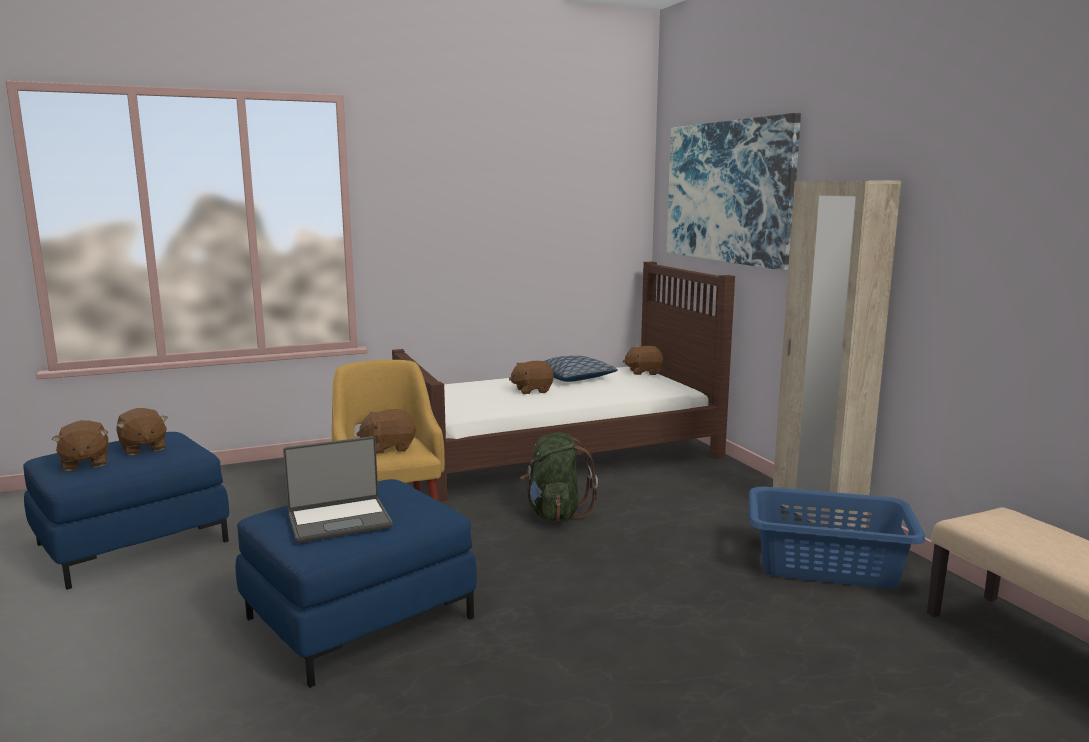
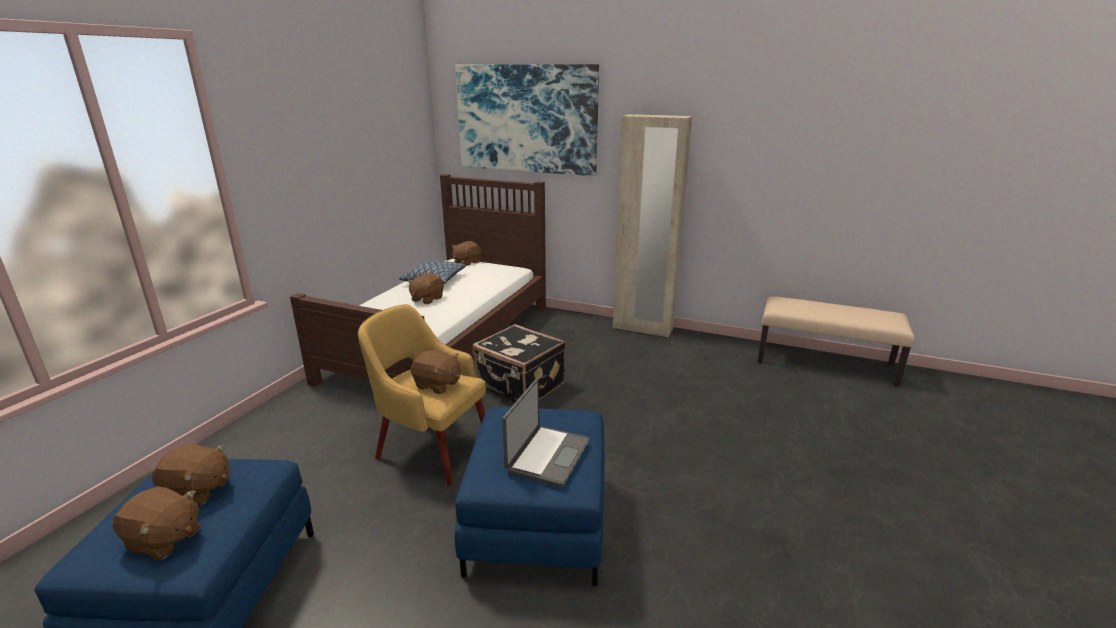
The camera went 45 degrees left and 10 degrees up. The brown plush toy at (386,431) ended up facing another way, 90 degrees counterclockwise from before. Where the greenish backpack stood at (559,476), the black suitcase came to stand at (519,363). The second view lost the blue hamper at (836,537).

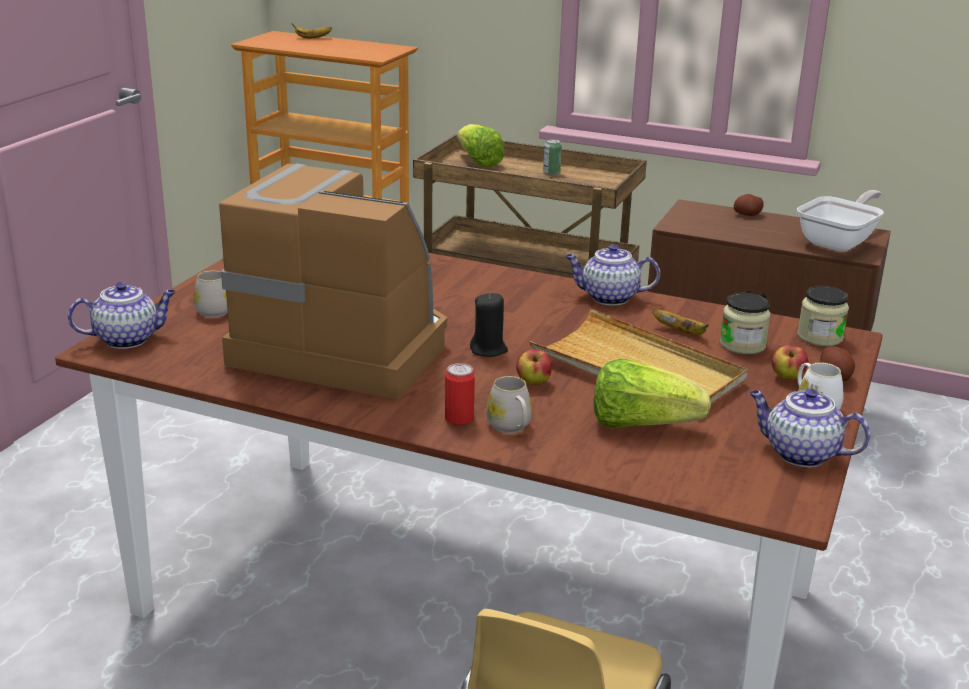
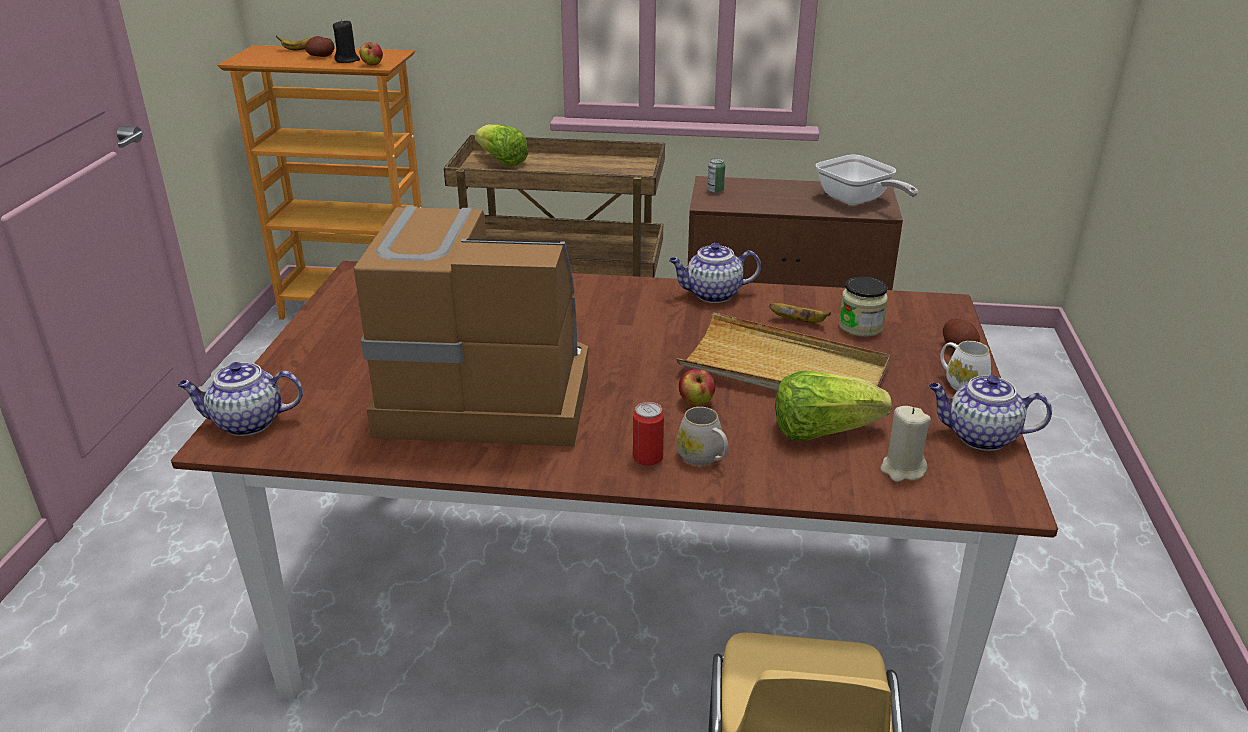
The camera went 15 degrees left and 5 degrees up. The tea pot at (122,315) ended up facing another way, 150 degrees counterclockwise from before. The second view lost the whitish coffee mug at (210,293). The black candle ended up elsewhere, having gone from (489,325) to (346,41). The can ended up elsewhere, having gone from (552,157) to (716,175). The whole potato ended up elsewhere, having gone from (749,205) to (319,46). The apple ended up elsewhere, having gone from (790,362) to (371,53). The pan at (840,221) ended up facing another way, 120 degrees clockwise from before. The second view lost the preserve jar at (823,316). The second view gained the beige-coloured candle at (906,444).

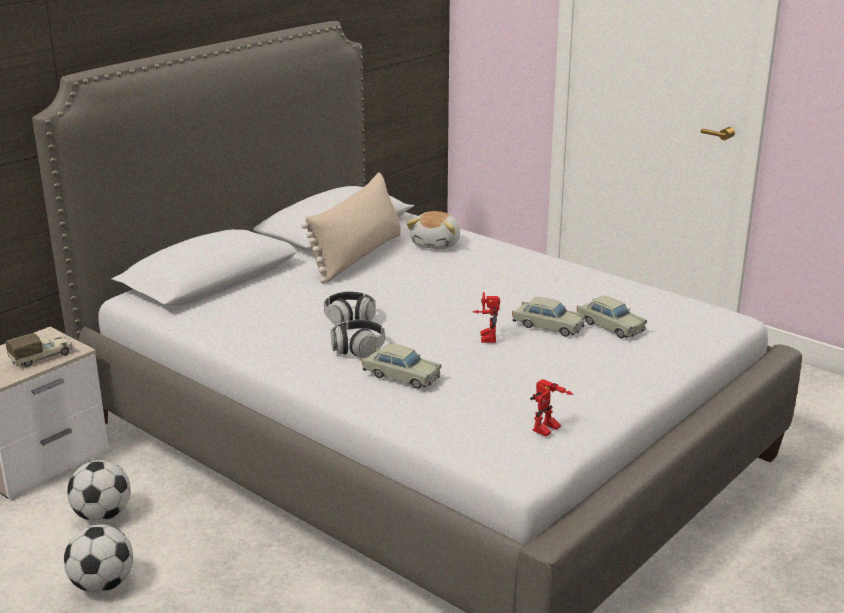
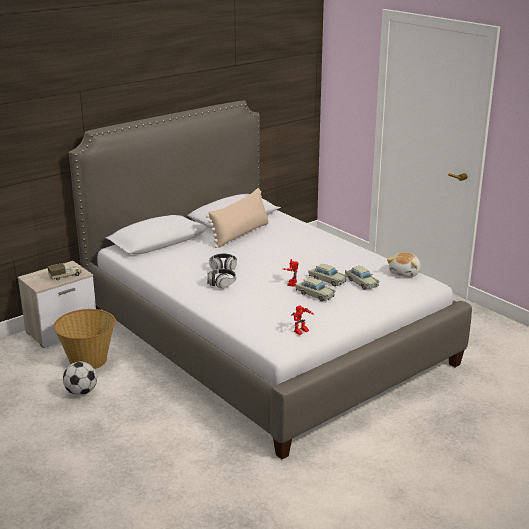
The camera went 10 degrees right and 0 degrees up. Where the football stood at (99,491), the basket came to stand at (84,339). The beige-coloured miniature car ended up elsewhere, having gone from (401,366) to (315,289). The plush toy ended up elsewhere, having gone from (433,230) to (404,265).

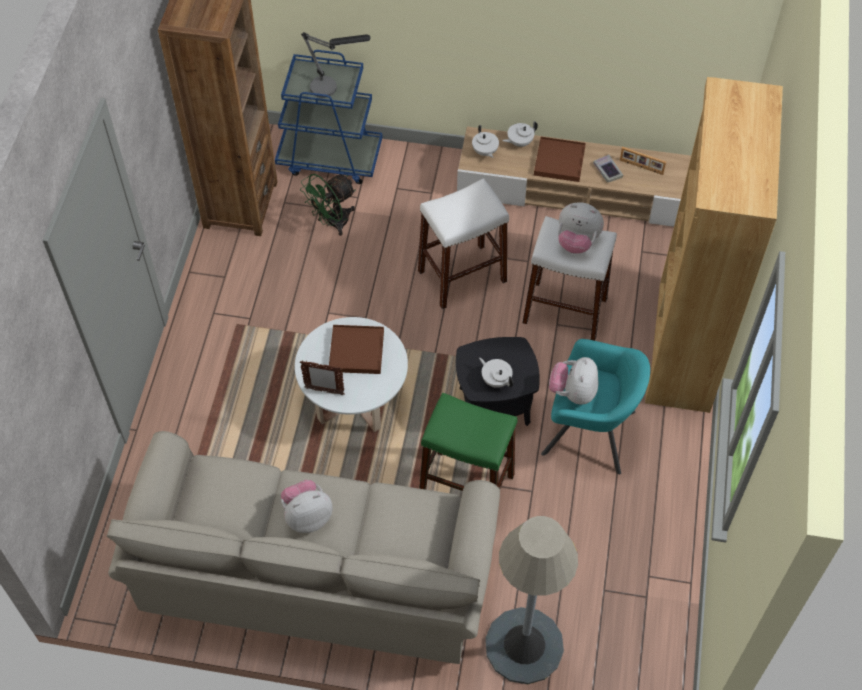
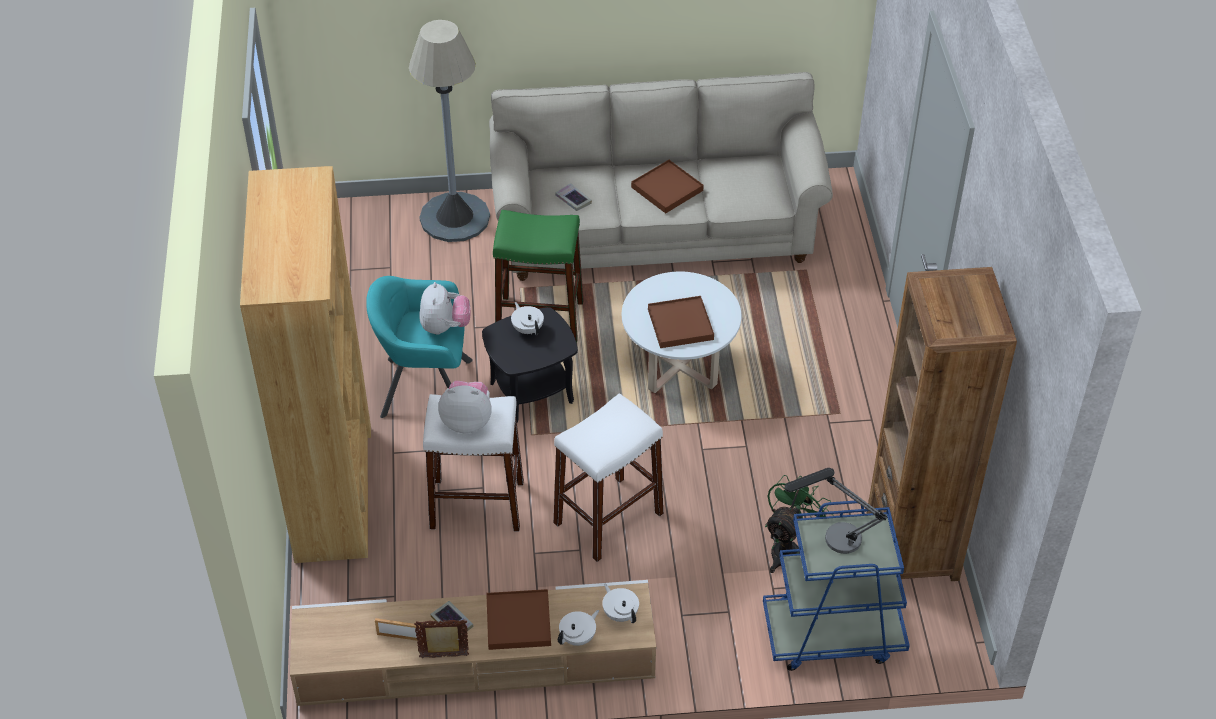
The camera went 165 degrees right and 10 degrees down. Where the plush toy stood at (307,506), the brown tray came to stand at (667,186). The standing frame ended up elsewhere, having gone from (322,378) to (441,639). The whitish tea pot at (496,373) ended up facing another way, 150 degrees counterclockwise from before. The second view gained the book at (573,197).

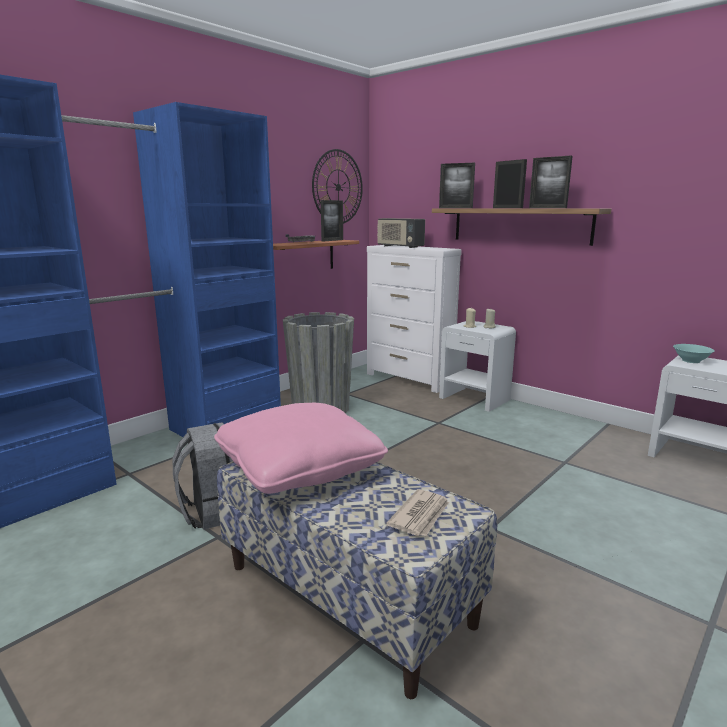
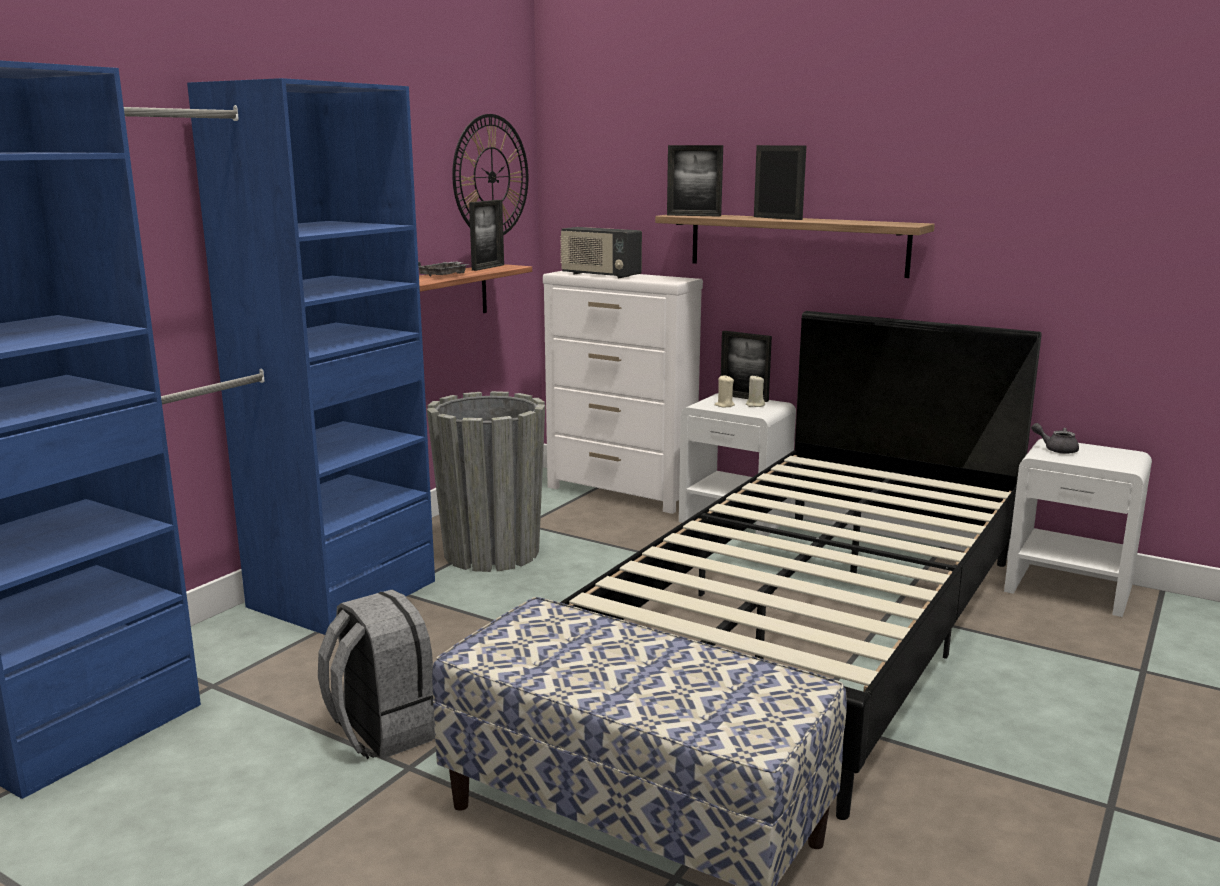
The camera went 10 degrees left and 0 degrees up. The second view lost the pinkish throw pillow at (301,448). The second view lost the printed paper at (417,512). The standing frame ended up elsewhere, having gone from (551,182) to (746,366). Where the turquoise serving bowl stood at (694,353), the gray tea pot came to stand at (1055,438). The second view gained the black bedroom bed at (801,565).

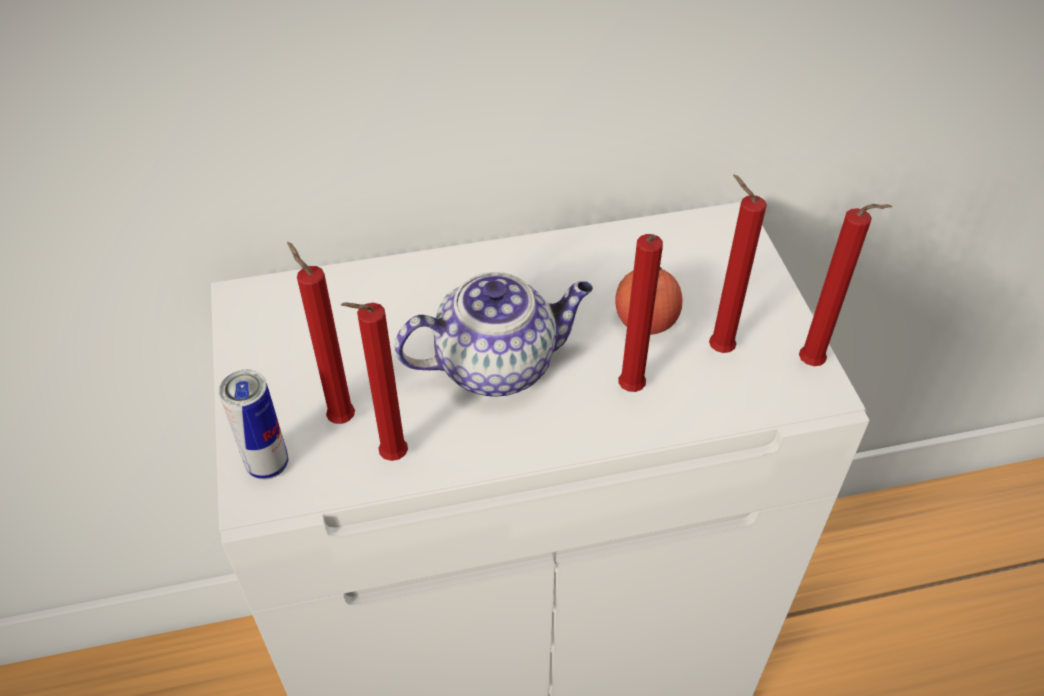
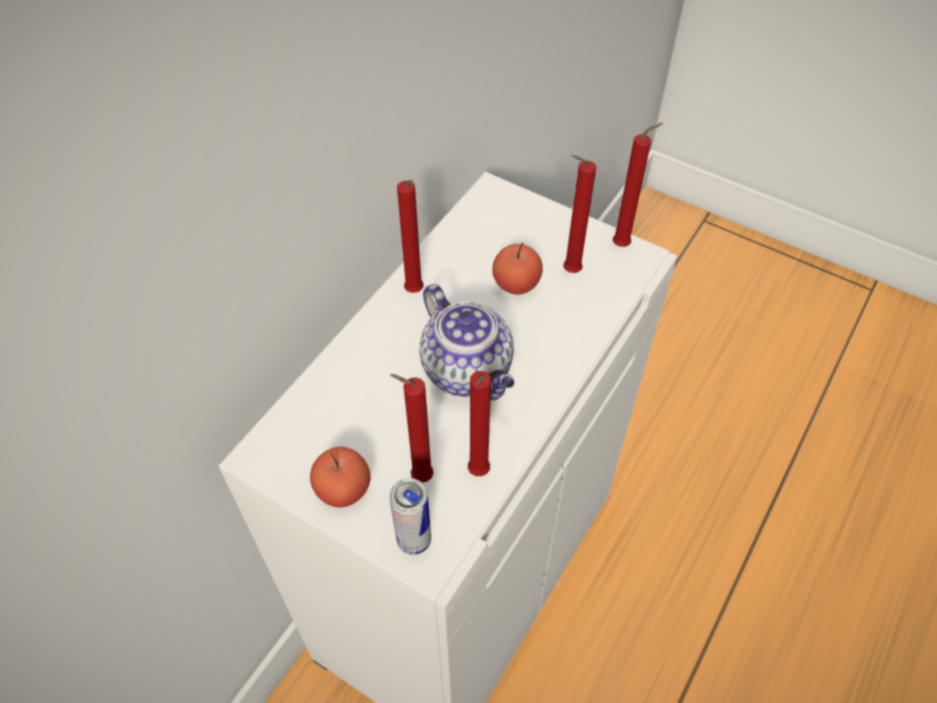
The camera went 45 degrees left and 5 degrees up. The tea pot at (494,334) ended up facing another way, 120 degrees clockwise from before. The red candle ended up elsewhere, having gone from (640,313) to (410,236). The second view gained the apple at (340,477).

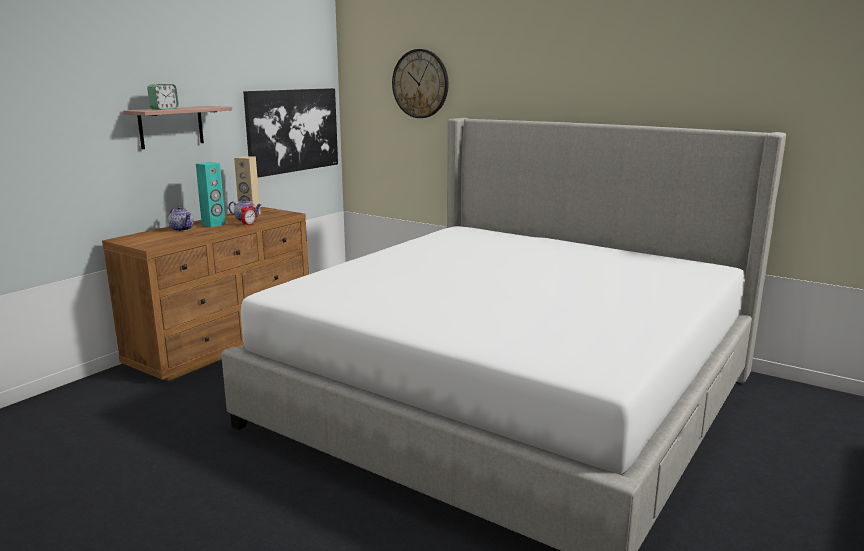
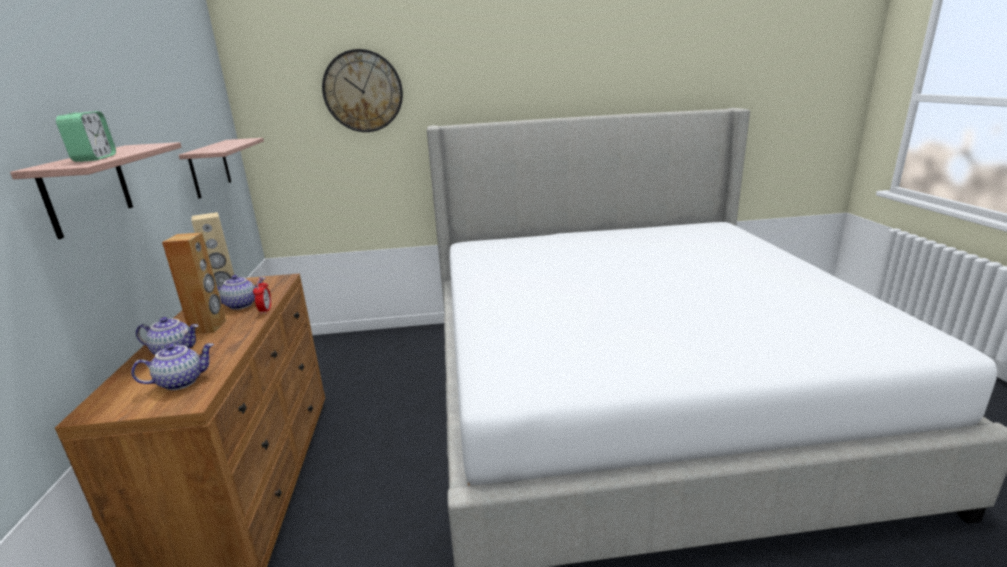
The camera went 40 degrees left and 5 degrees up. What was the turquoise loudspeaker at (211,194) turned into the brown loudspeaker at (194,283). Where the wall picture hung at (290,132), the wall shelf came to hang at (221,168). The second view gained the tea pot at (172,366).

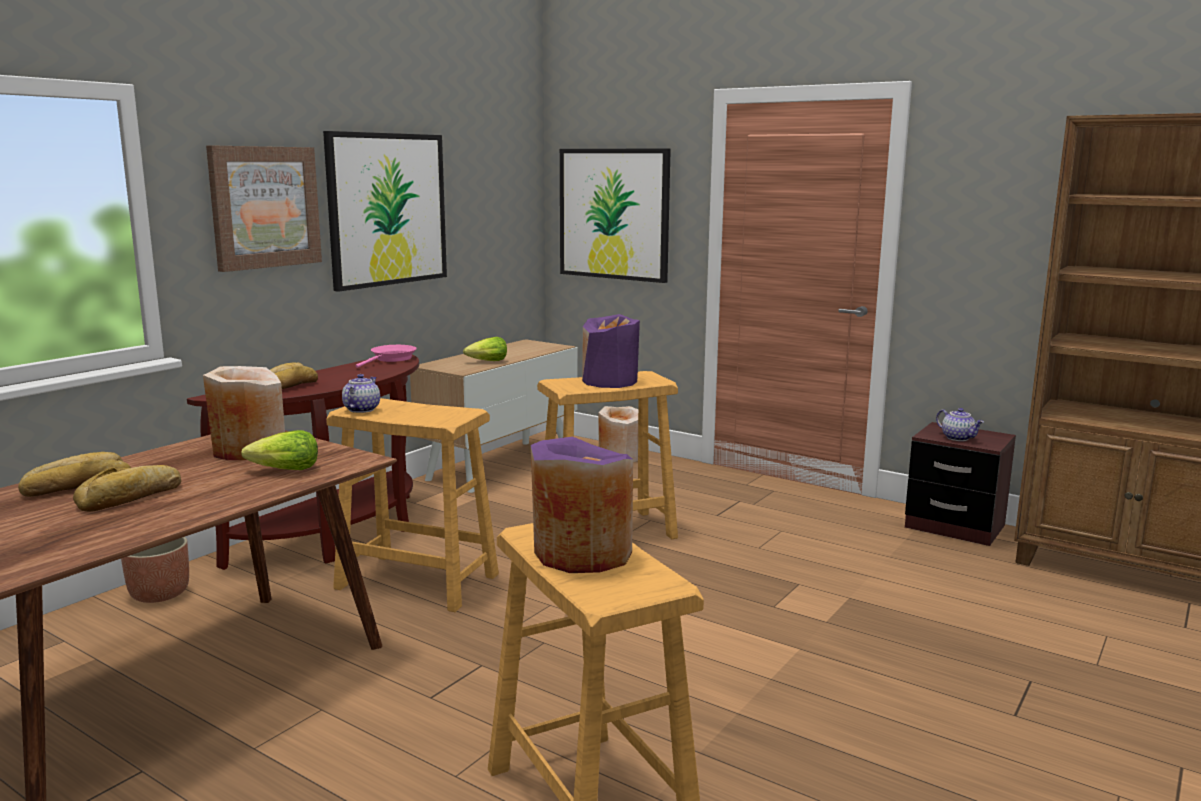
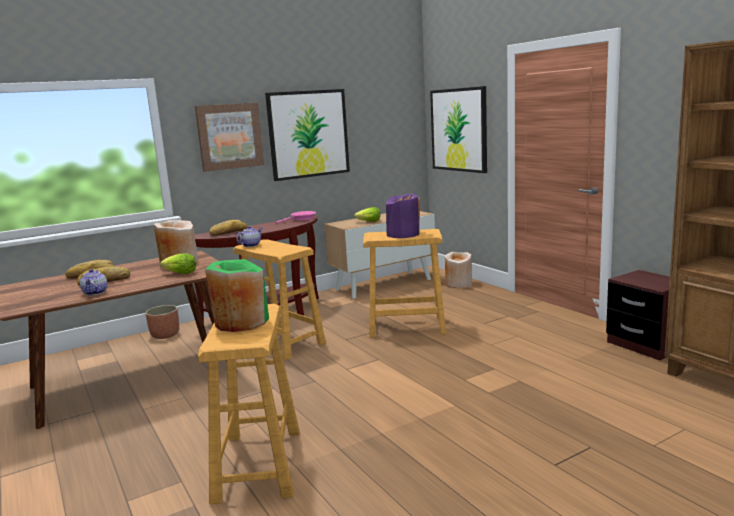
The camera went 25 degrees right and 0 degrees up. What was the purple-coloured flower vase at (582,505) turned into the greenish flower vase at (237,295). The tea pot ended up elsewhere, having gone from (960,424) to (94,282).

